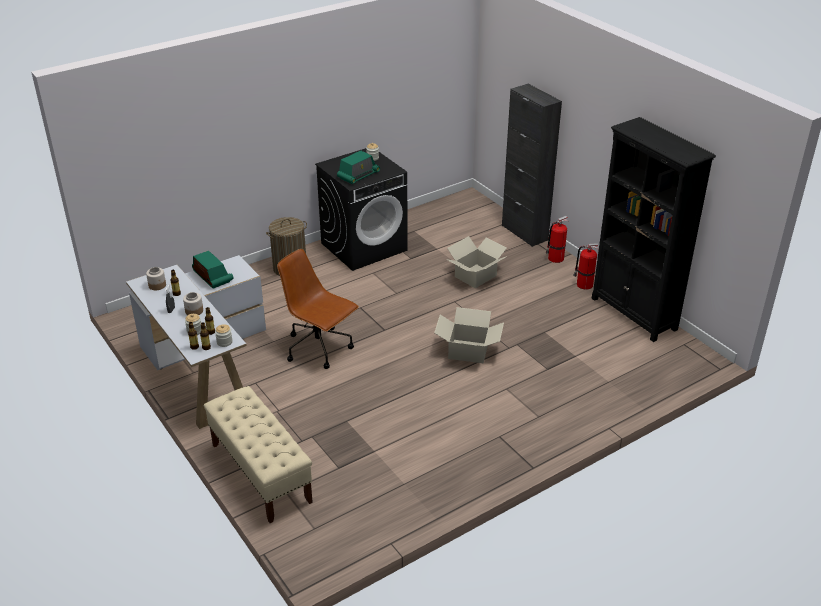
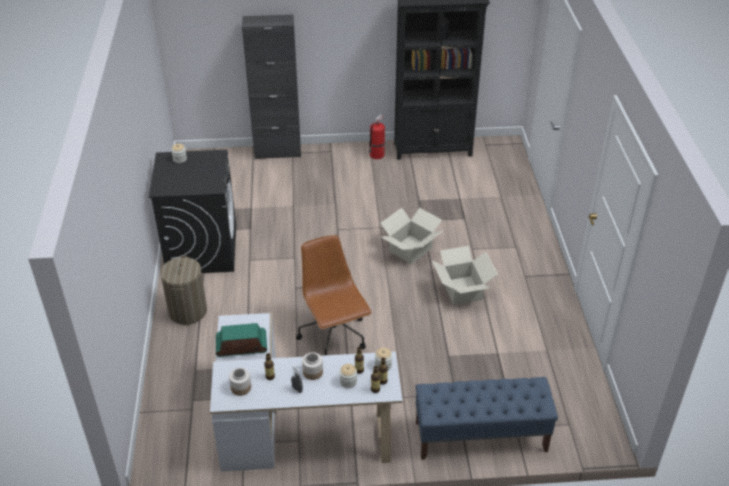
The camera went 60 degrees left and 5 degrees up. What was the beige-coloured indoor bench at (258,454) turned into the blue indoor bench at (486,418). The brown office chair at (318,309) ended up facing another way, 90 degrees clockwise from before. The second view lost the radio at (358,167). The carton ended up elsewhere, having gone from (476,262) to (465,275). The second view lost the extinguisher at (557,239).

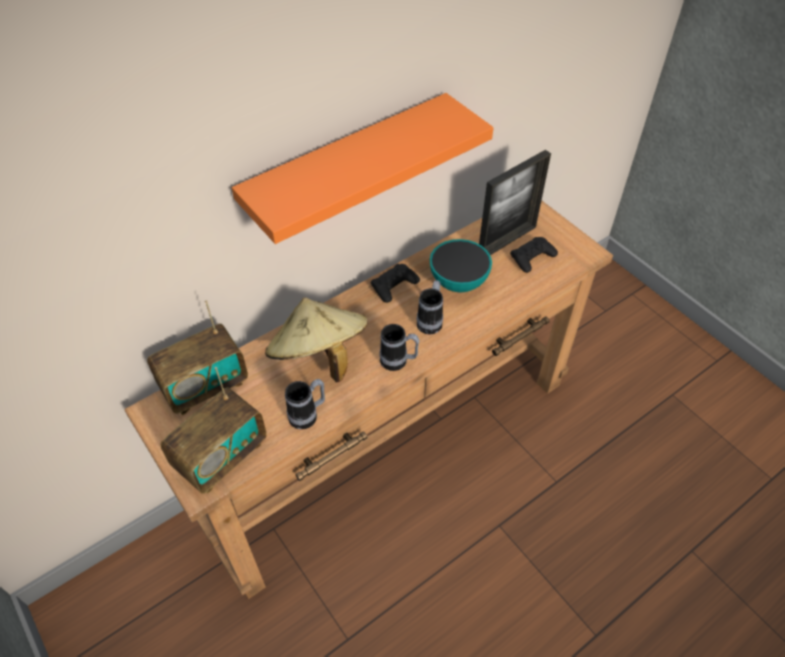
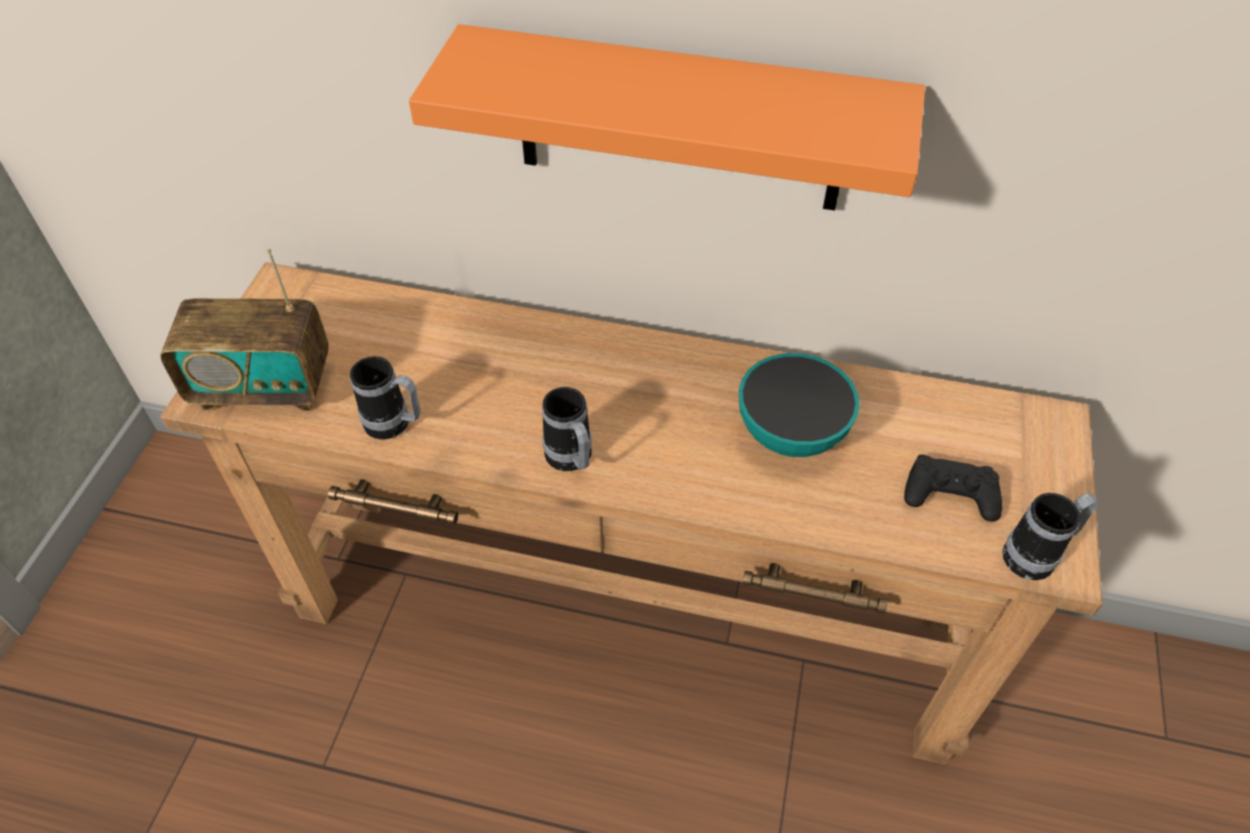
The camera went 50 degrees right and 0 degrees up. The second view lost the radio at (197,357). The second view lost the beige-coloured hat at (316,340). The second view lost the black gamepad at (395,283). The coffee mug ended up elsewhere, having gone from (430,307) to (1049,536). The second view lost the standing frame at (515,202).

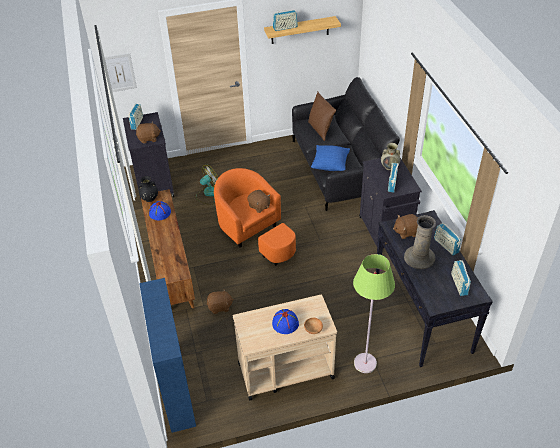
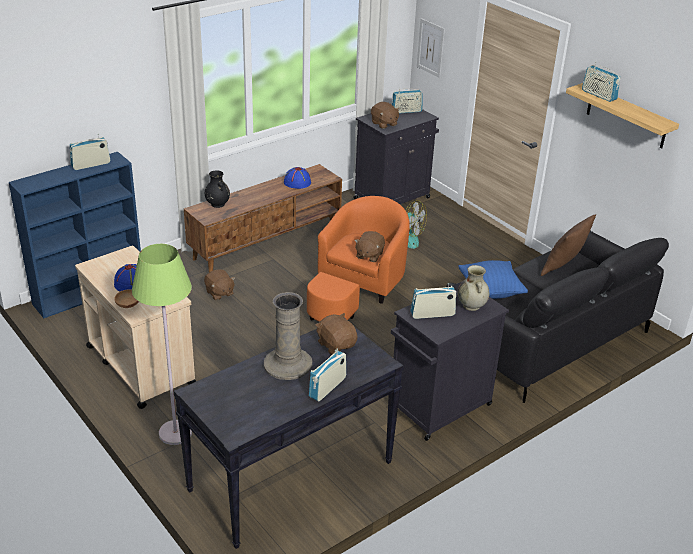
The camera went 65 degrees right and 10 degrees down. The black flower vase ended up elsewhere, having gone from (148,189) to (217,189). The radio ended up elsewhere, having gone from (461,278) to (90,152).

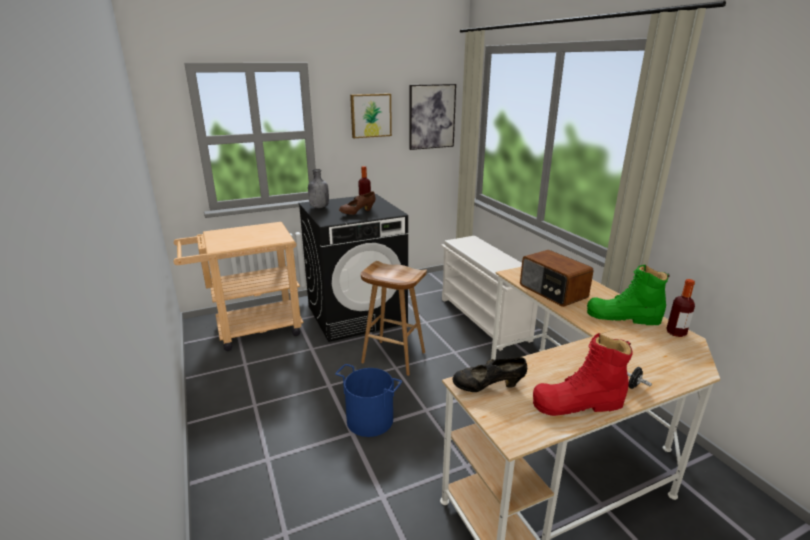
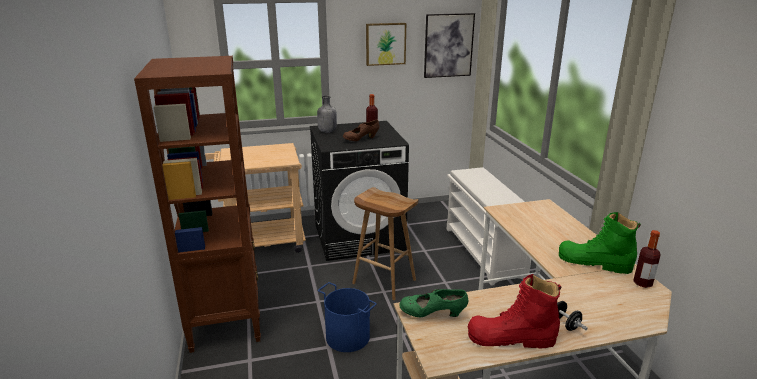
The camera went 10 degrees right and 0 degrees up. What was the black item of footwear at (489,374) turned into the greenish item of footwear at (433,303). The second view lost the radio at (557,278). The second view gained the brown shelving unit at (197,204).

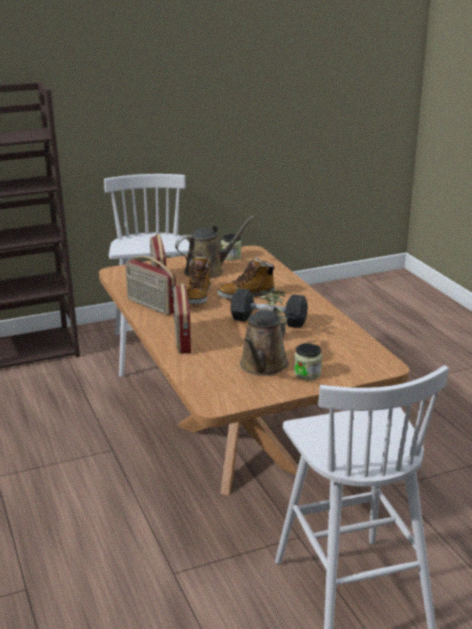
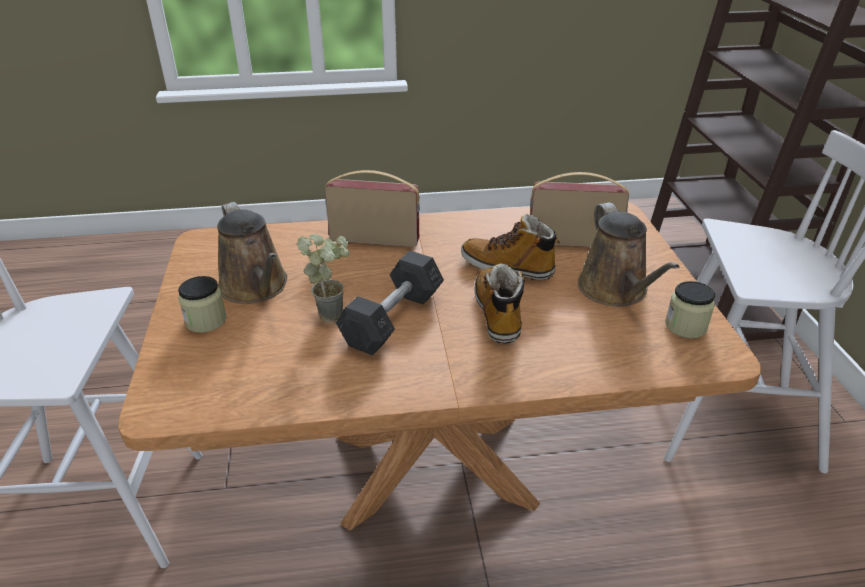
The camera went 105 degrees right and 10 degrees up. The second view lost the radio at (150,285). The brown watering pot at (264,341) ended up facing another way, 150 degrees counterclockwise from before.

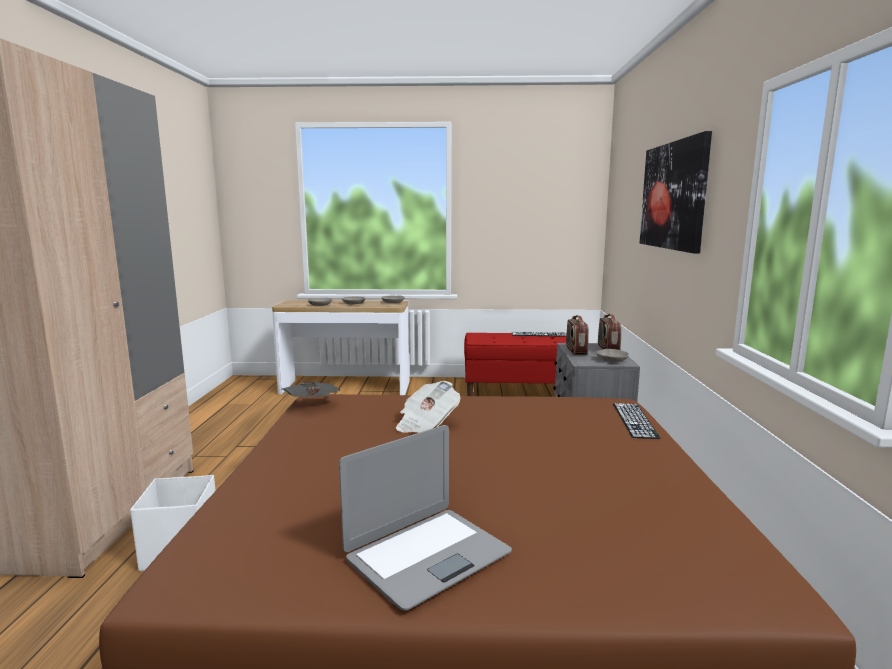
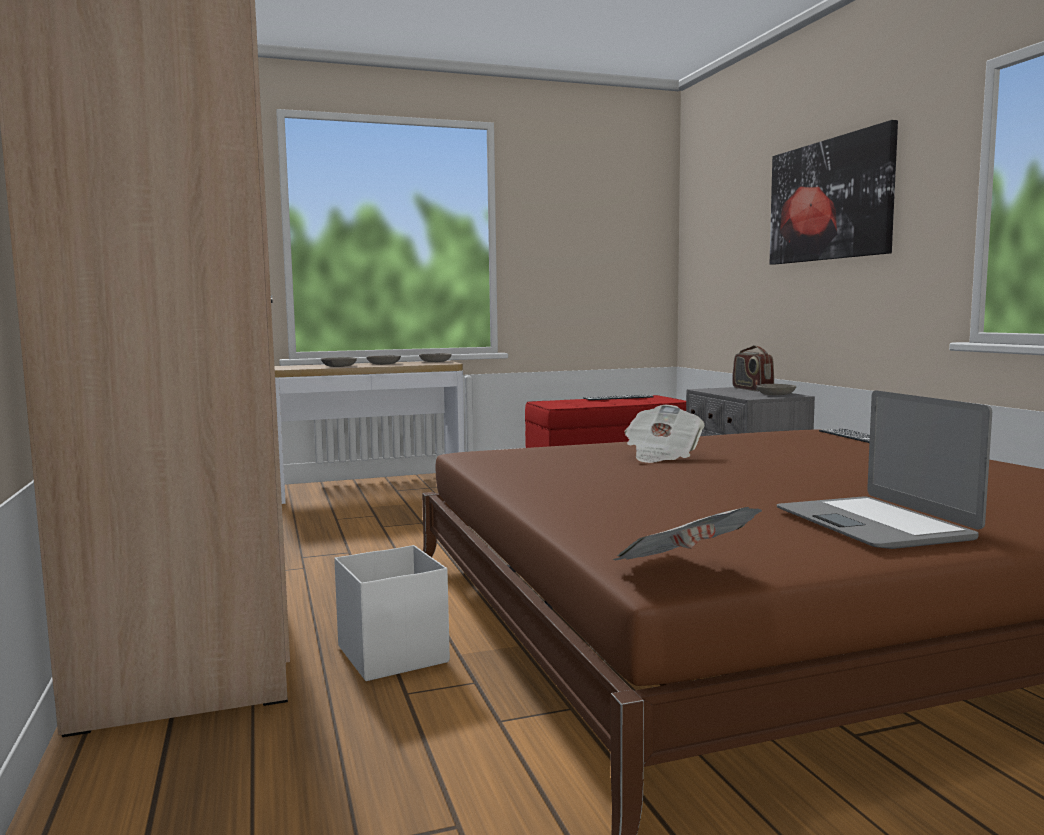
The camera went 20 degrees left and 5 degrees down. The printed paper ended up elsewhere, having gone from (311,389) to (687,533). The portable computer at (425,518) ended up facing another way, 135 degrees clockwise from before. The second view lost the radio at (577,335).

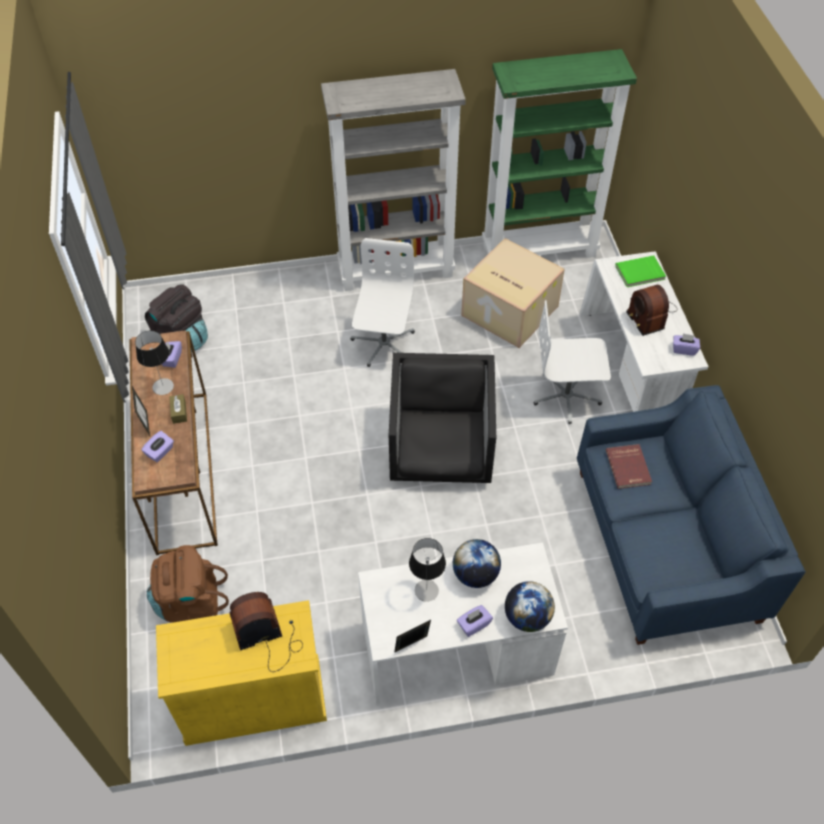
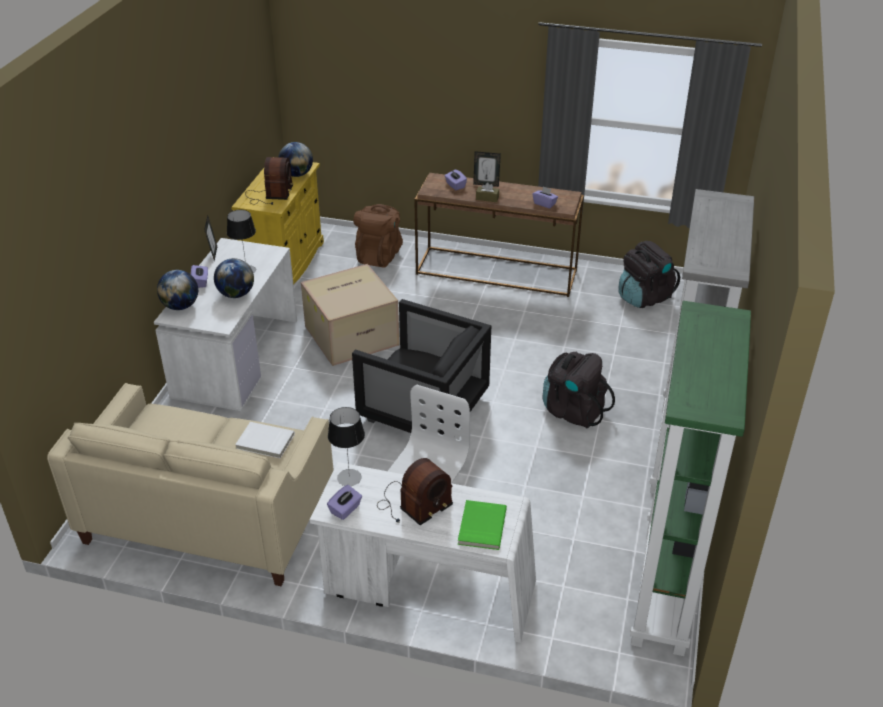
The camera went 115 degrees right and 15 degrees down. The lamp for a table ended up elsewhere, having gone from (154,363) to (346,446). Where the whitish office chair stood at (383,302), the black backpack came to stand at (579,389). The carton ended up elsewhere, having gone from (513,293) to (350,315). What was the blue couch at (691,515) turned into the beige-coloured couch at (190,484). What was the red book at (629,466) turned into the whitish book at (265,440). The radio at (651,310) ended up facing another way, 135 degrees clockwise from before. The second view gained the desk globe at (296,159).

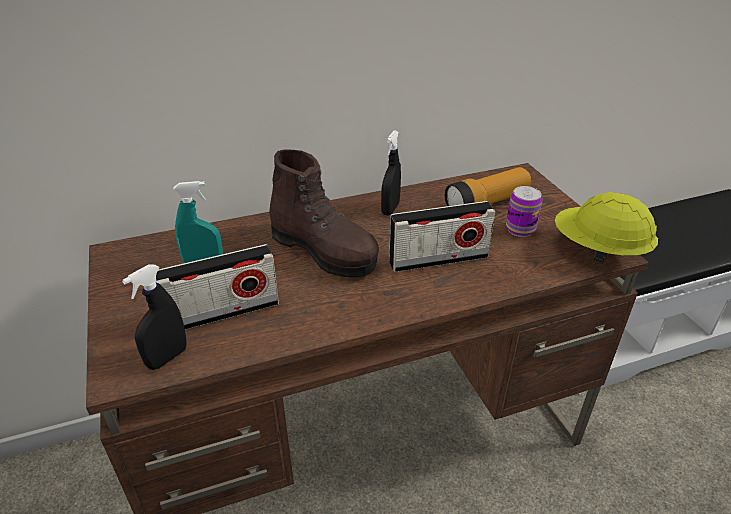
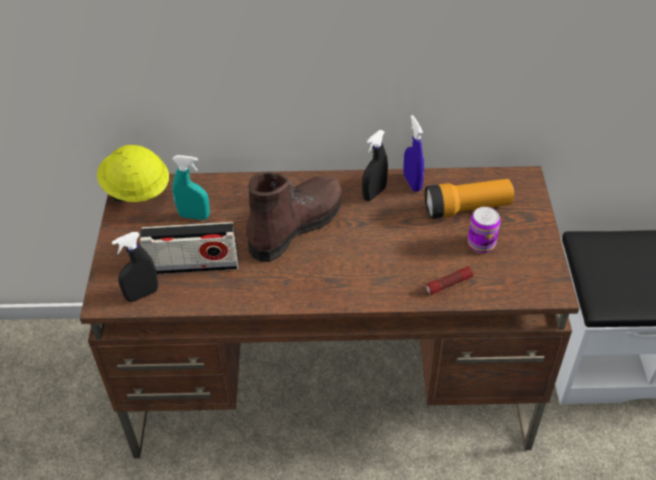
The camera went 20 degrees right and 10 degrees up. The brown boot at (324,214) ended up facing another way, 105 degrees counterclockwise from before. The second view lost the radio at (442,236). The yellow-coloured work helmet ended up elsewhere, having gone from (606,227) to (133,173). The second view gained the blue hand sprayer at (413,153). The second view gained the hand torch at (449,280).

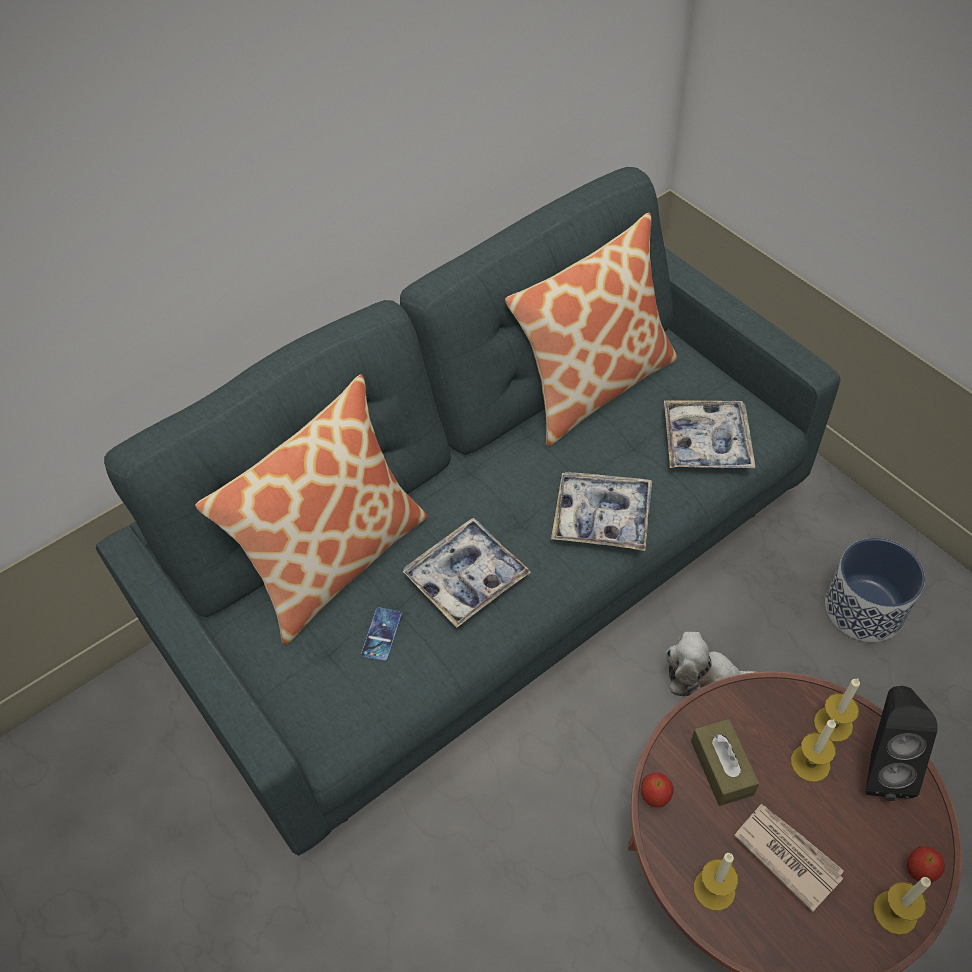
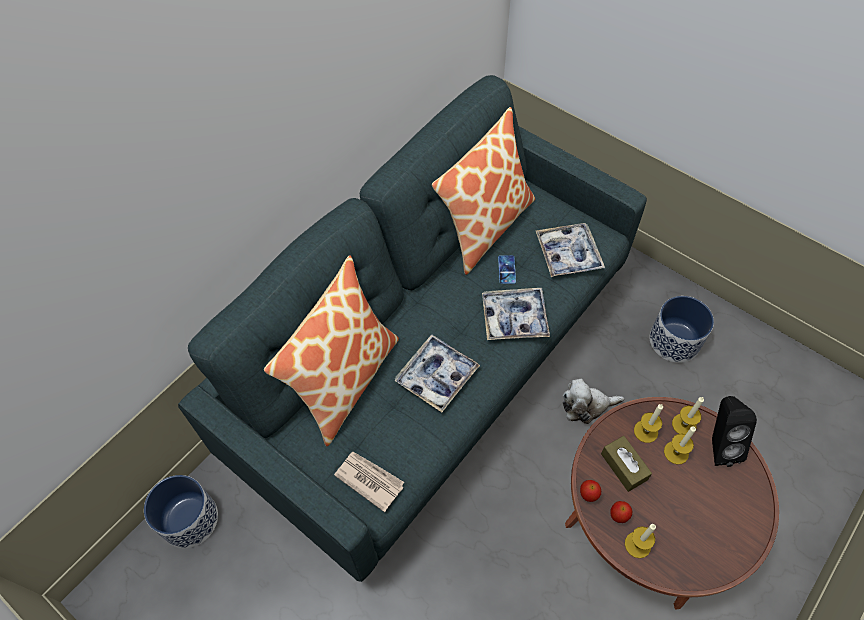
The camera went 15 degrees left and 5 degrees up. The phone ended up elsewhere, having gone from (381,634) to (507,269). The printed paper ended up elsewhere, having gone from (789,858) to (369,481). The candle ended up elsewhere, having gone from (902,906) to (648,423). The apple ended up elsewhere, having gone from (926,864) to (621,512). The second view gained the plant pot at (181,511).

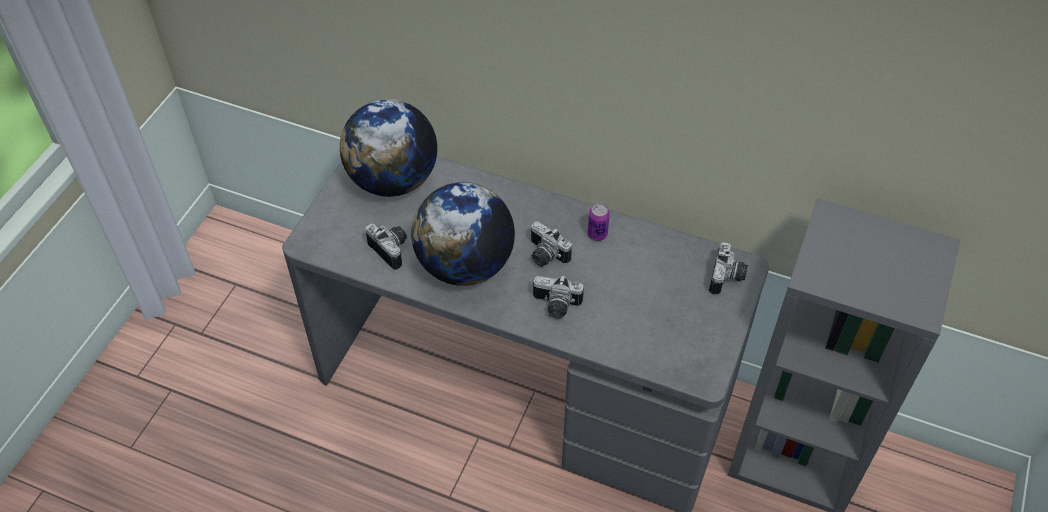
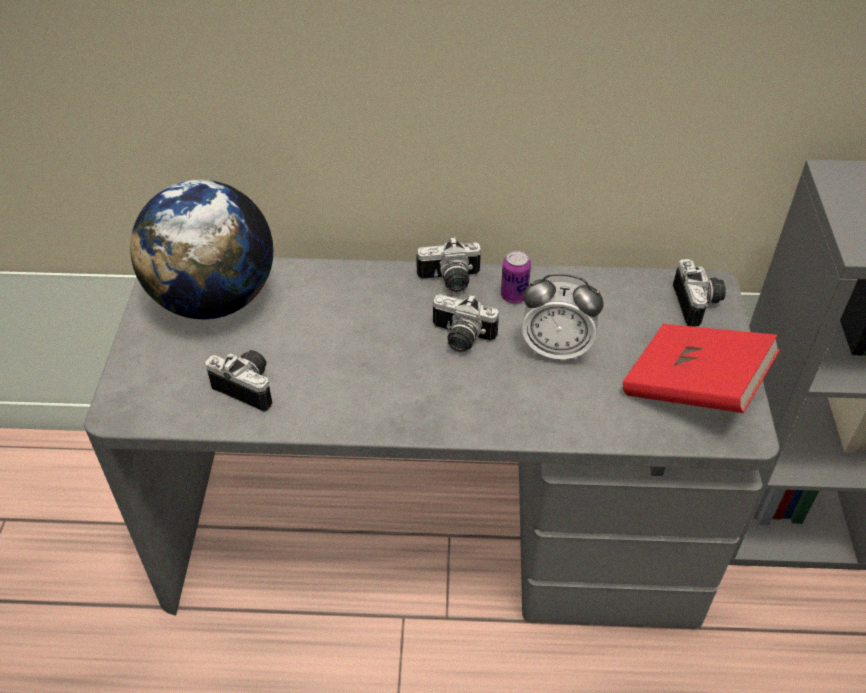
The camera went 20 degrees left and 5 degrees down. The second view lost the desk globe at (463,234). The photo camera ended up elsewhere, having gone from (558,297) to (448,265). The second view gained the bedside clock at (563,317). The second view gained the red book at (701,368).

